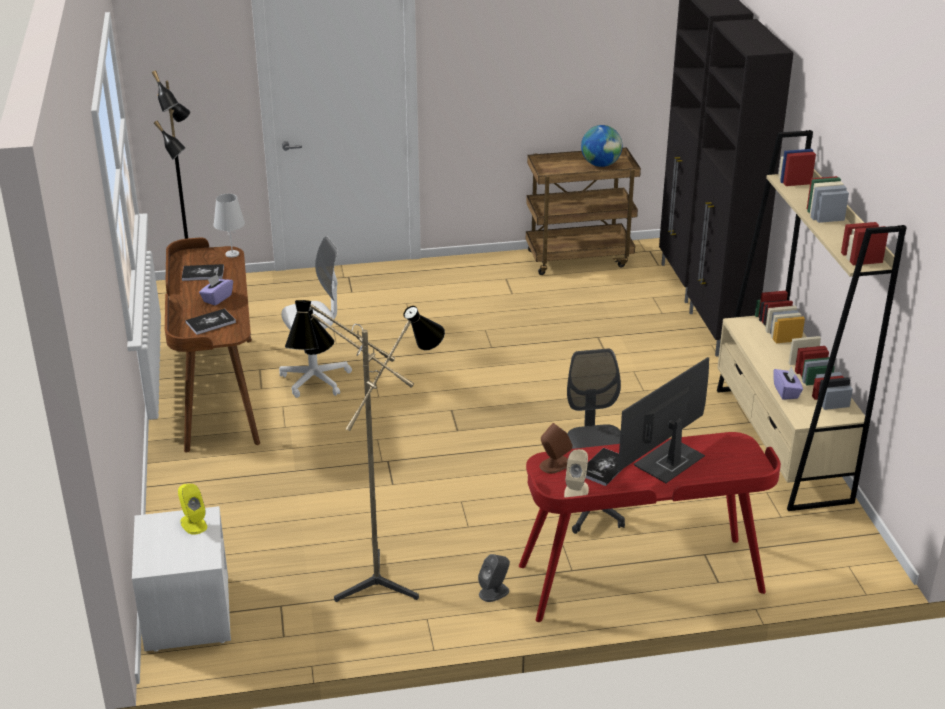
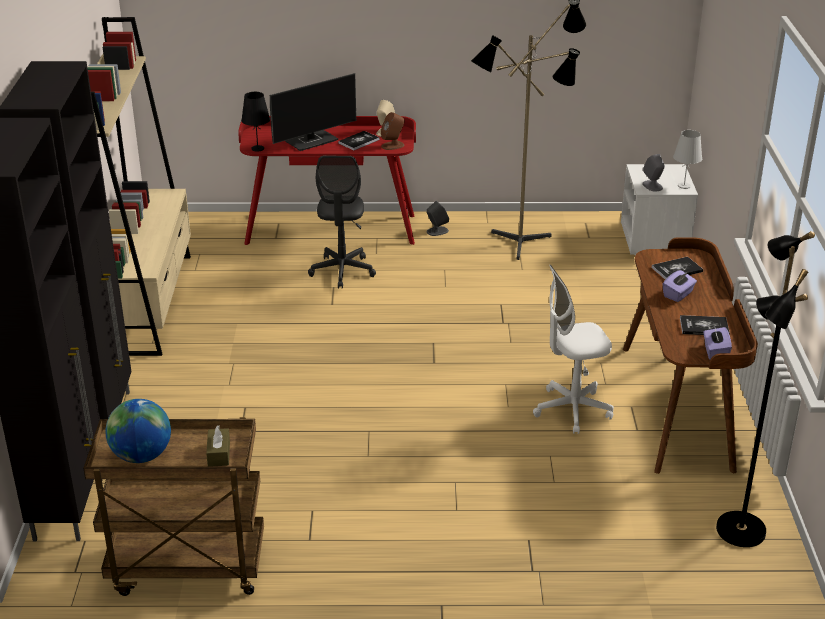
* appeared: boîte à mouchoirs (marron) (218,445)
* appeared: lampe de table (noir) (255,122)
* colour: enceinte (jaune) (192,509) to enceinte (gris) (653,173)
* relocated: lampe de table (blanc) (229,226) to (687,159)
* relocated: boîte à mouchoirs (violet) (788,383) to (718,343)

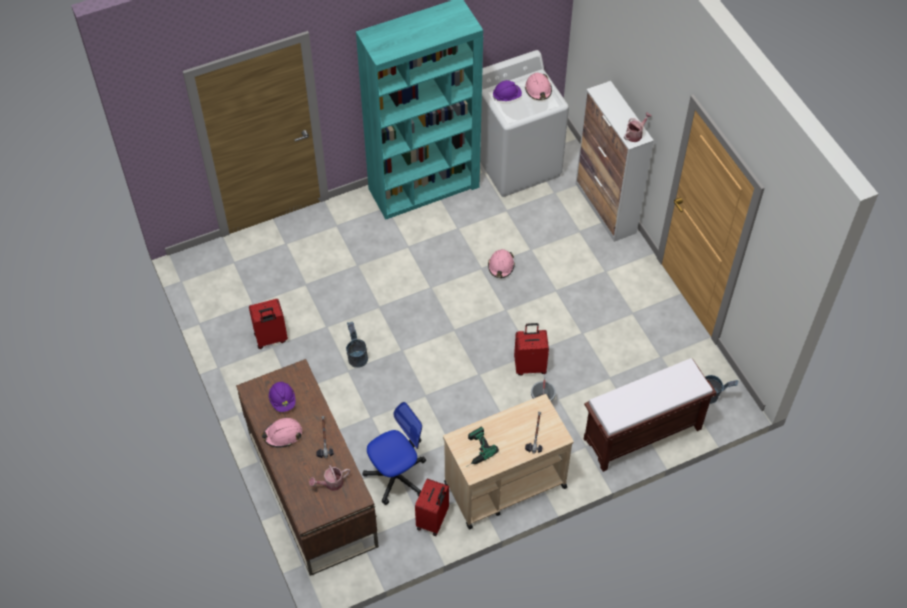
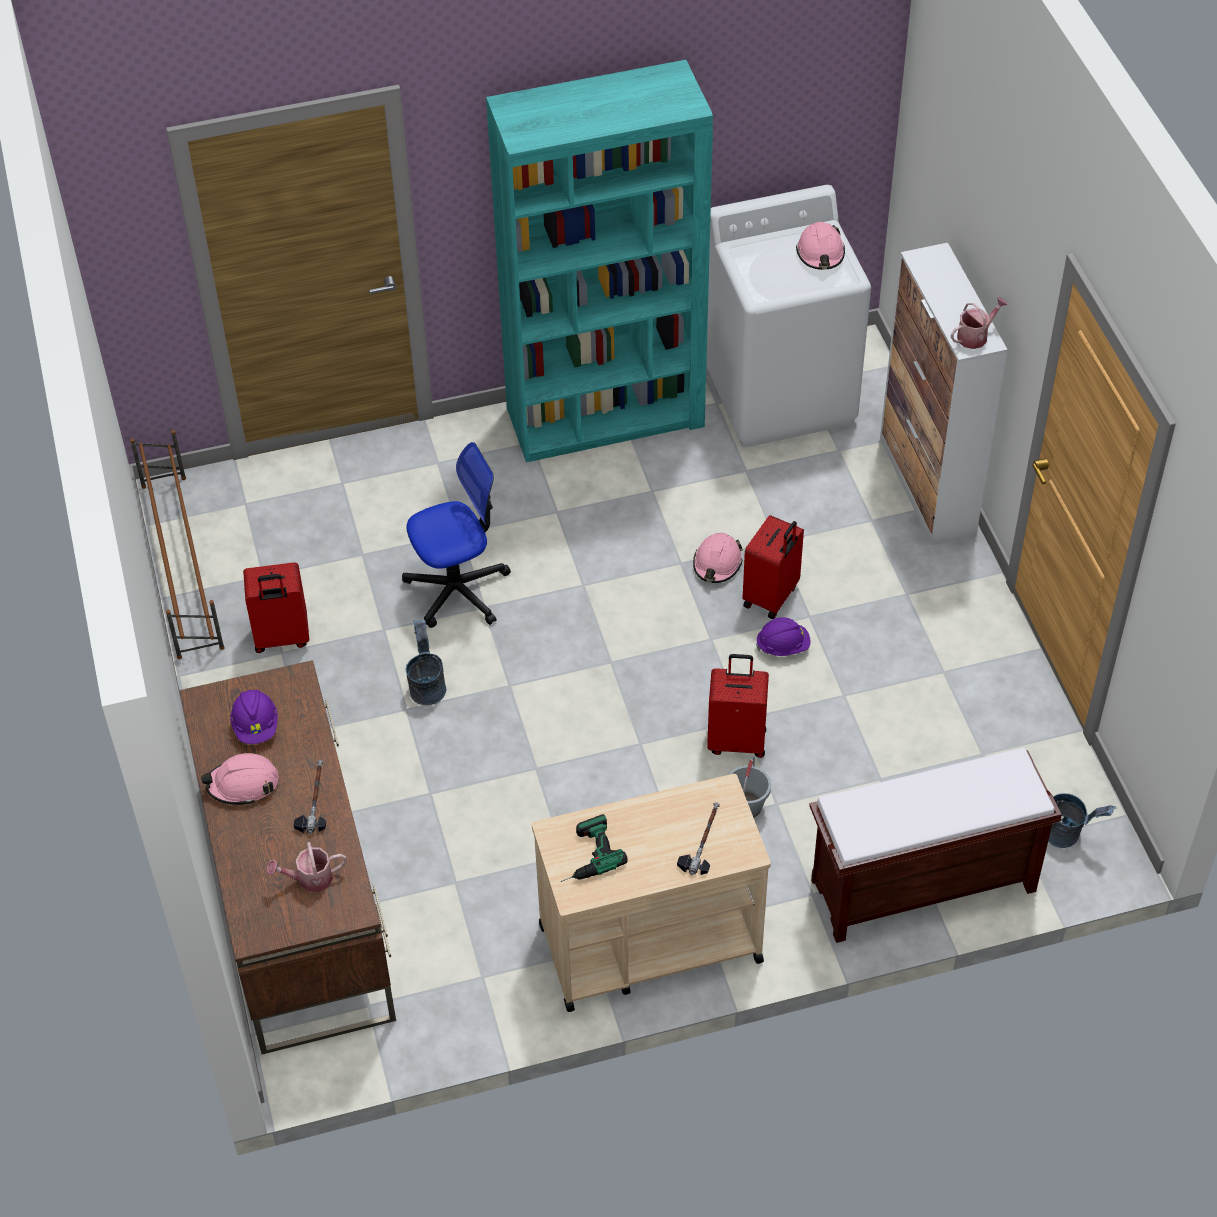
* appeared: étagère à chaussures (marron) (177,544)
* relocated: chaise de bureau (394,453) to (456,535)
* relocated: valise (rouge) (432,507) to (773,567)
* relocated: casque de chantier (violet) (507,90) to (783,636)

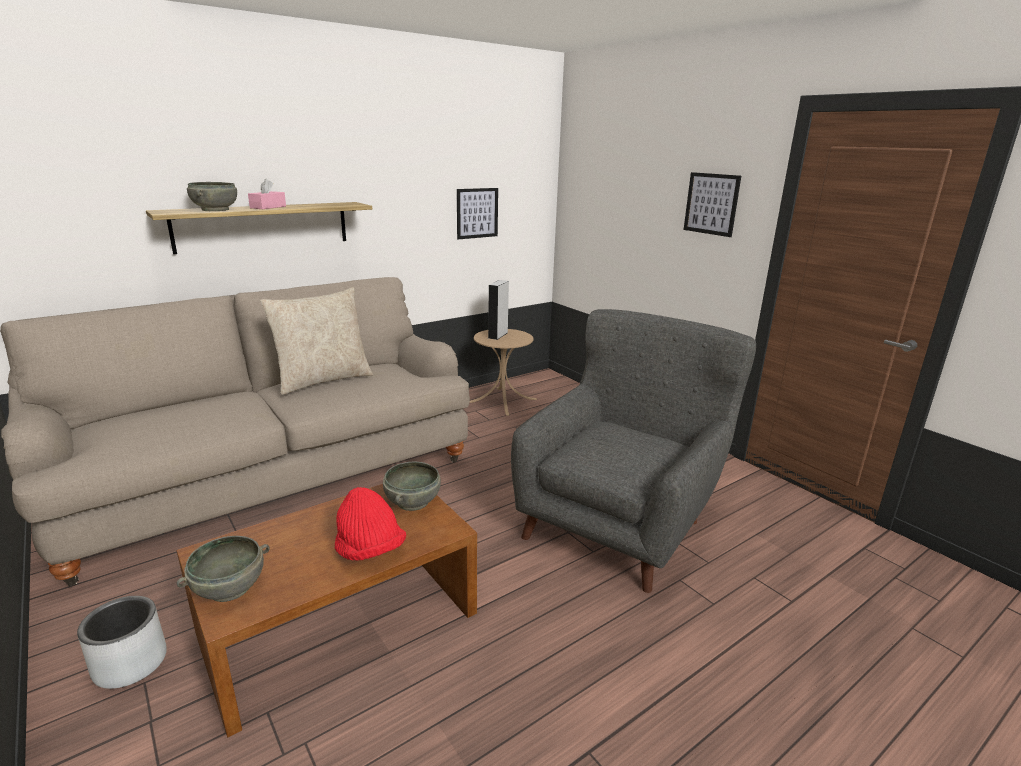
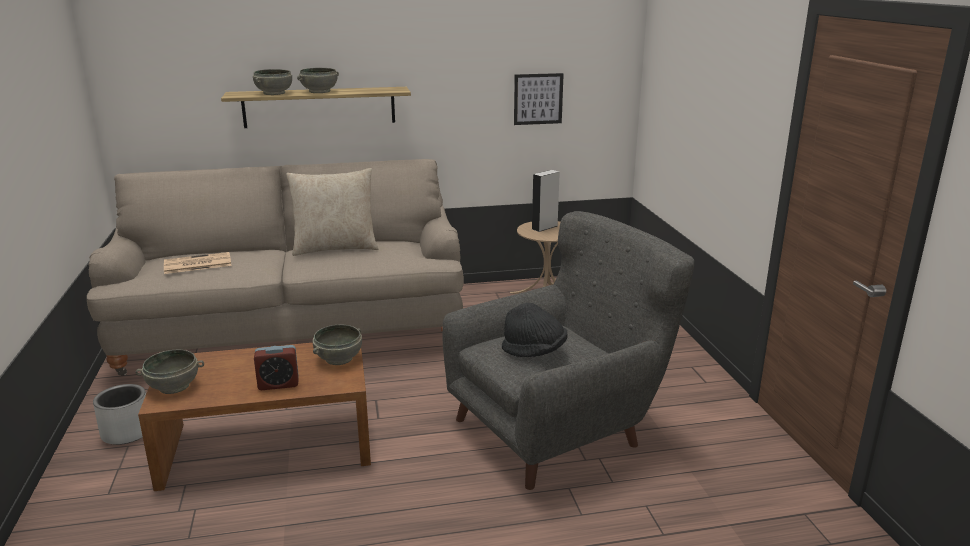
* appeared: journal (198,263)
* exchanged: chapeau (rouge) (370,524) to réveil (276,367)
* exchanged: boîte à mouchoirs (rose) (267,193) to bol (gris) (318,80)
* appeared: chapeau (noir) (535,330)
* missing: tableau (712,204)

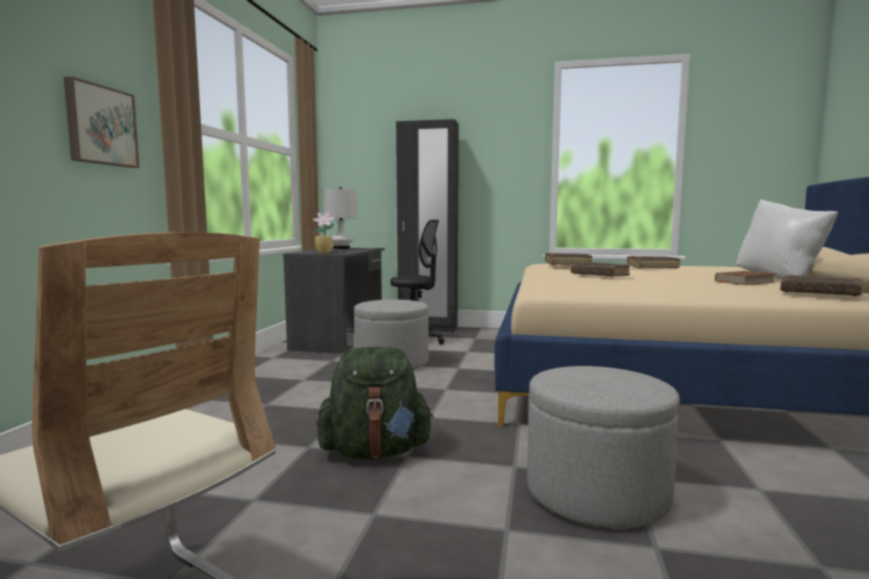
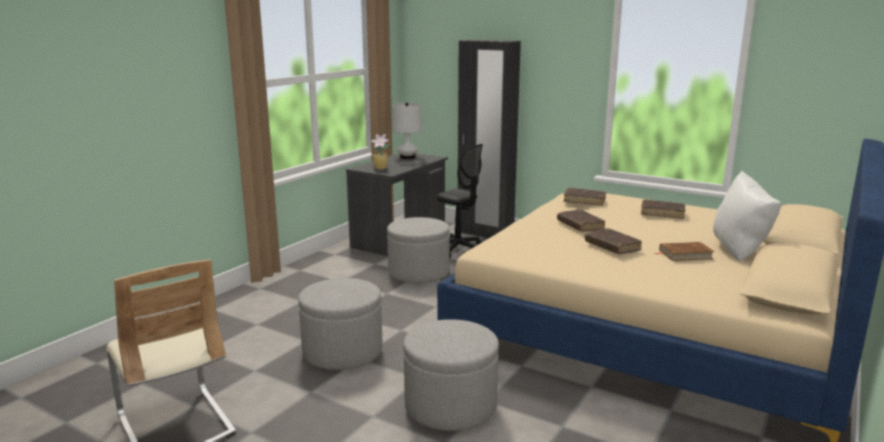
* exchanged: sac à dos (vert) (375,403) to pouf (gris) (340,324)
* relocated: livre (marron) (821,285) to (613,241)
* missing: tableau (101,122)

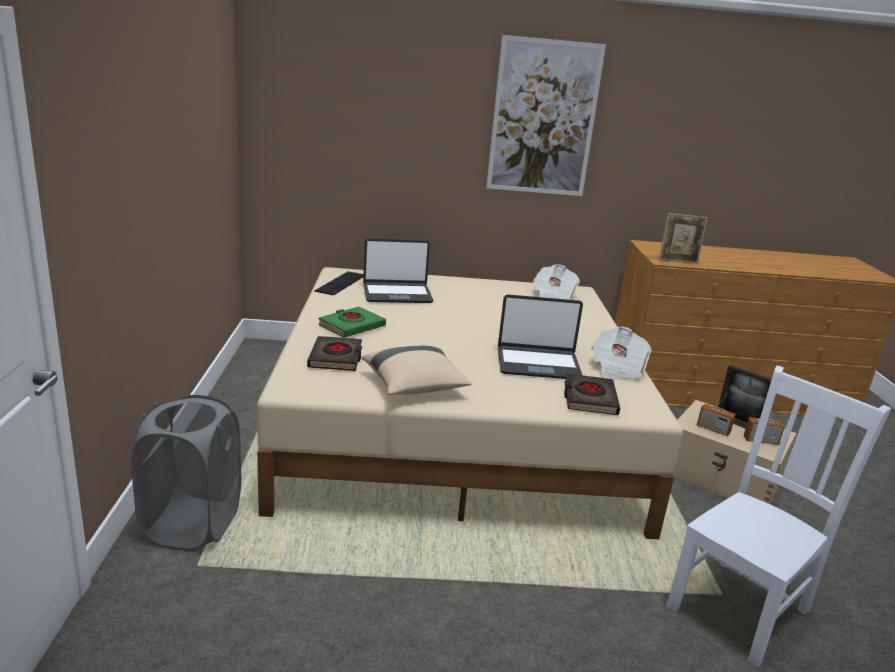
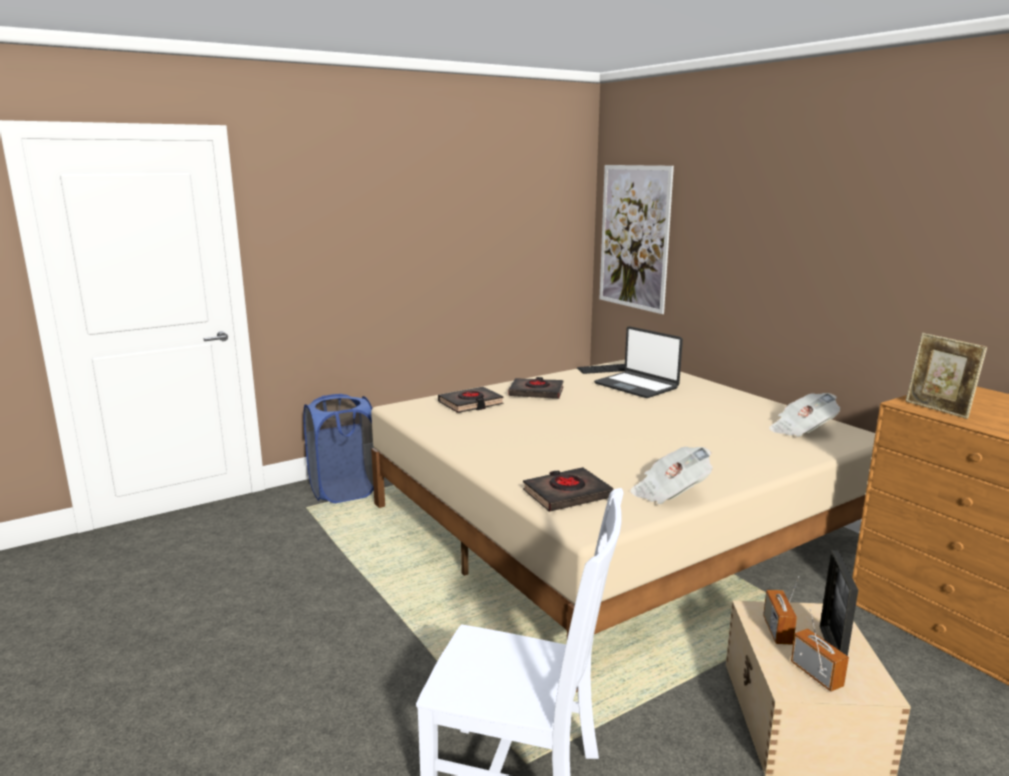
* colour: panier à linge (gris) (186,473) to panier à linge (bleu) (338,448)
* colour: livre (vert) (352,322) to livre (noir) (536,388)
* relocated: tableau (546,115) to (637,239)
* missing: coussin (beige) (417,370)
* missing: ordinateur portable (540,337)

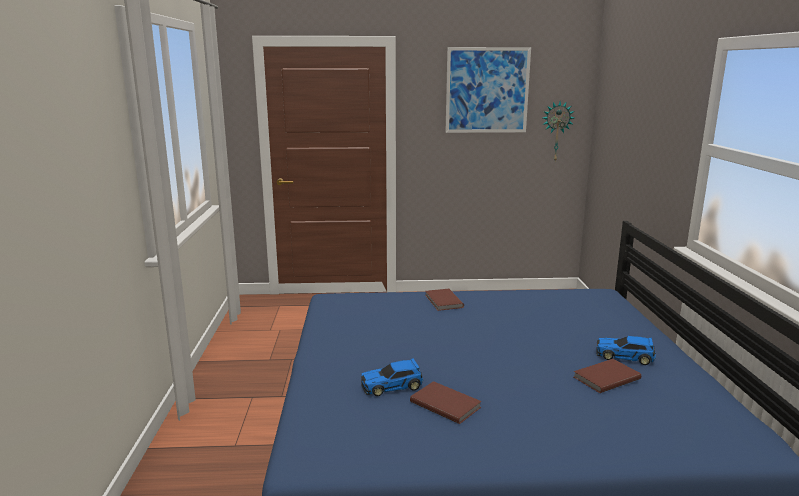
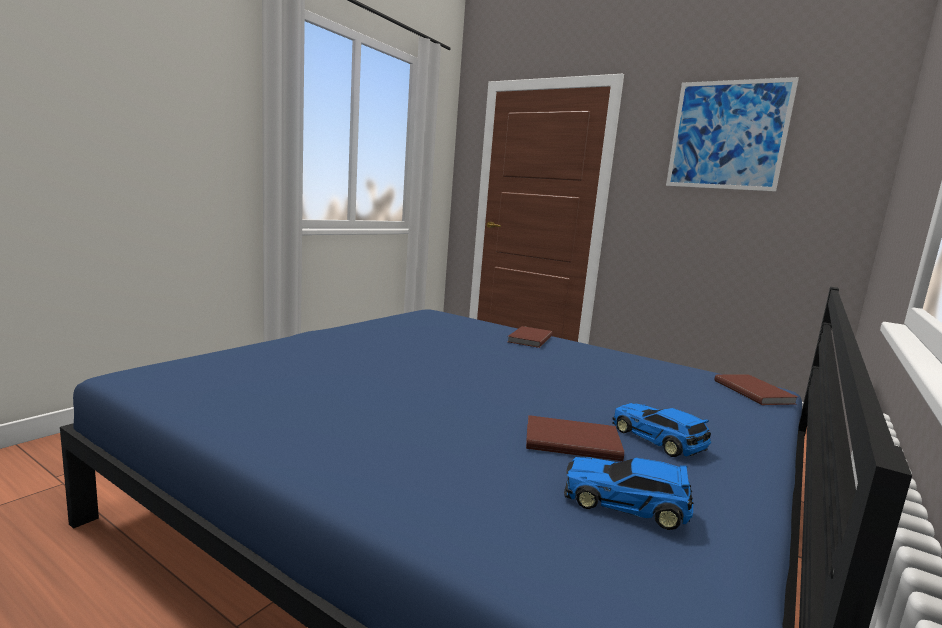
* relocated: petite voiture (392,377) to (629,493)
* relocated: livre (marron) (446,402) to (755,389)
* missing: horloge murale (558,131)

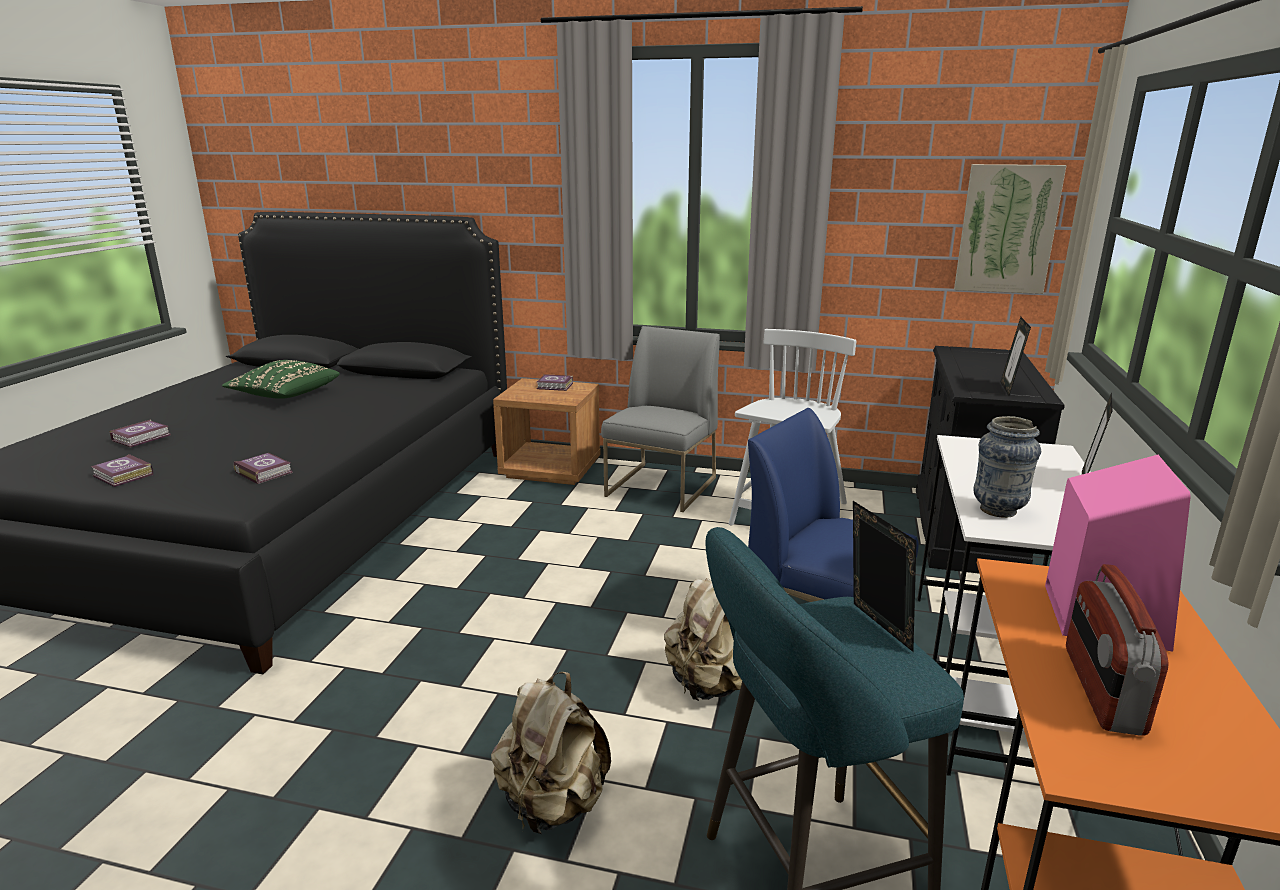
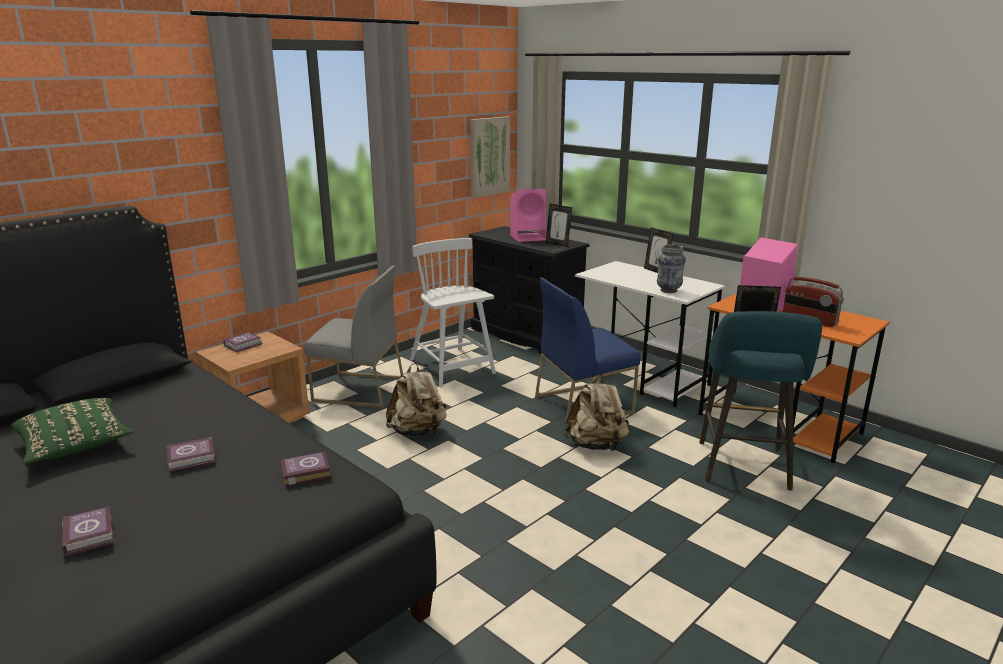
* relocated: livre (122,470) to (191,454)
* spun: chaise (gris) (660,419) = (354,336) 135 degrees clockwise
* relocated: sac à dos (beige) (551,753) to (416,399)
* appeared: enceinte (rose) (528,215)

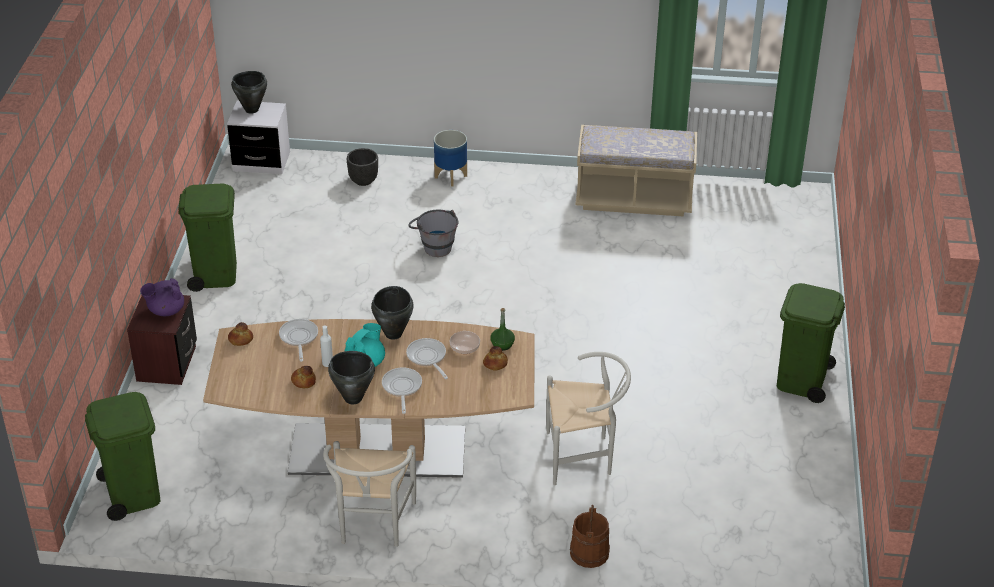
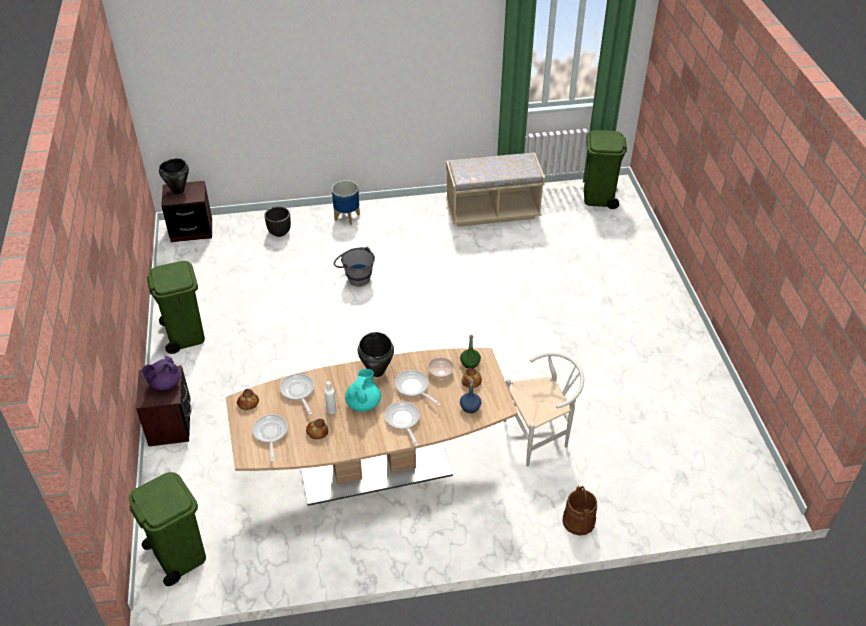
* colour: table de chevet (blanc) (258,137) to table de chevet (marron) (186,211)
* appeared: poêle (270,438)
* appeared: bouteille (bleu) (470,396)
* relocated: poubelle (vert) (811,343) to (605,169)
* missing: chaise (blanc) (369,494)
* missing: marmite (noir) (351,377)

